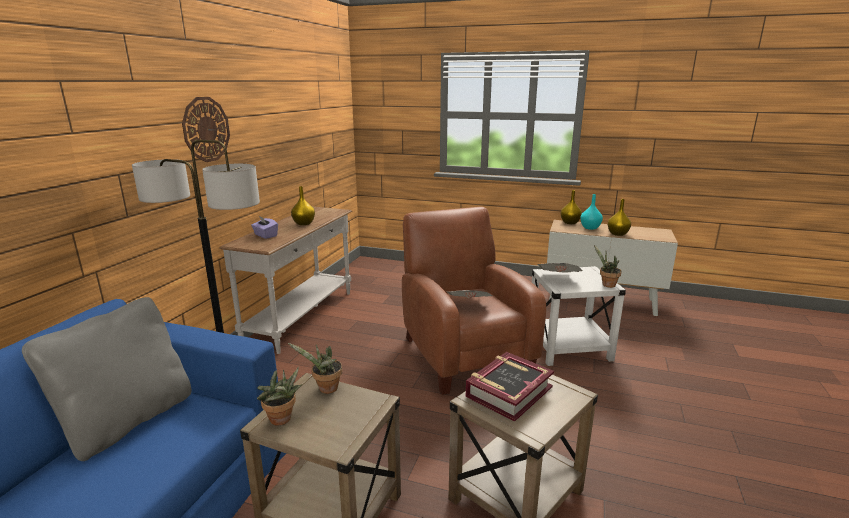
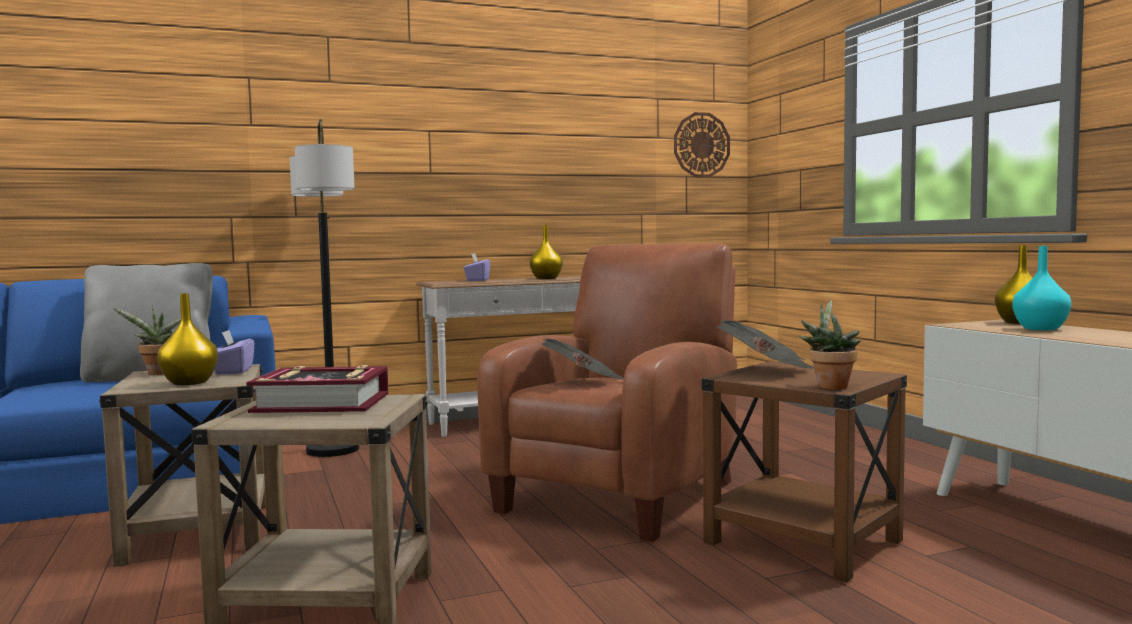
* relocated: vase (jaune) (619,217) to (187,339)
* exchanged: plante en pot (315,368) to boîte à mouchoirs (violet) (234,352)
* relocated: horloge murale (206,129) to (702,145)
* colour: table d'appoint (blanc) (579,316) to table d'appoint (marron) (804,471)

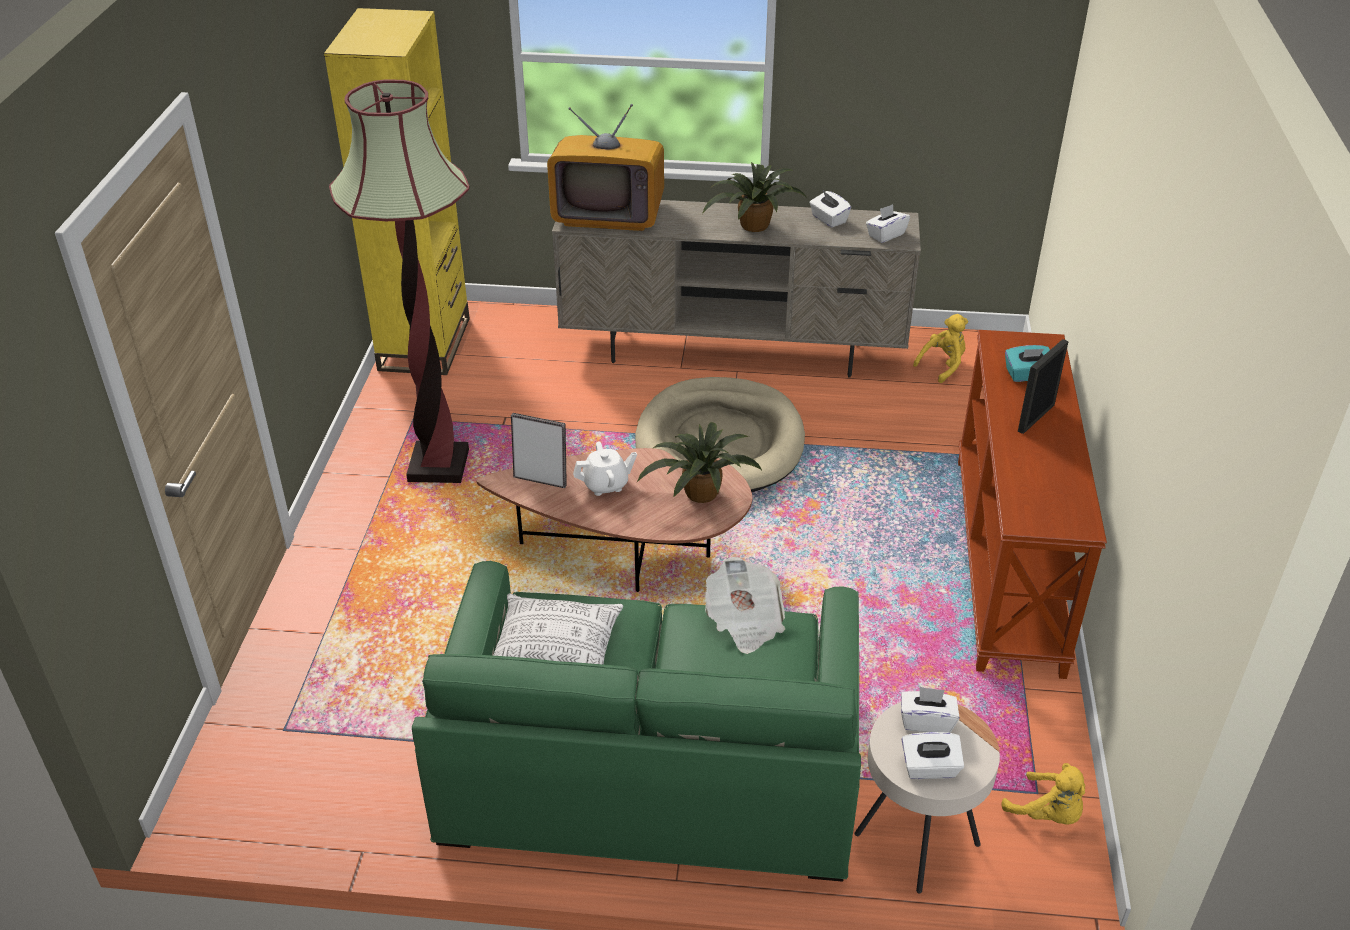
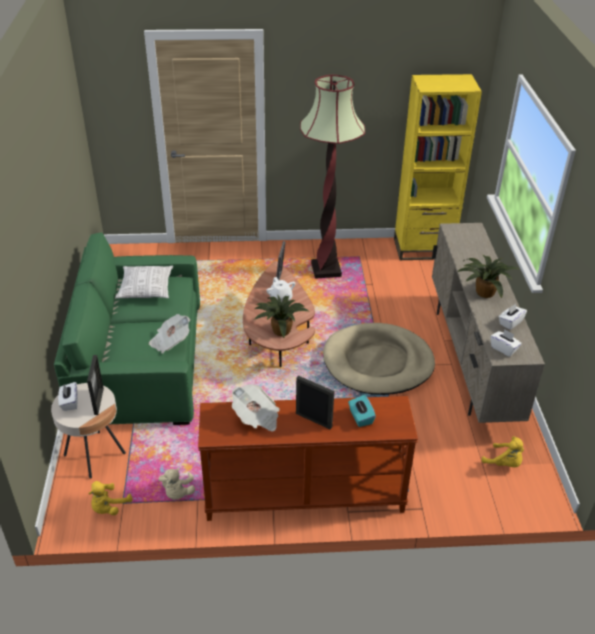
* exchanged: boîte à mouchoirs (blanc) (930,710) to cadre photo (95,385)
* appeared: peluche (beige) (177,484)
* appeared: journal (256,407)
* missing: téléviseur (605,167)

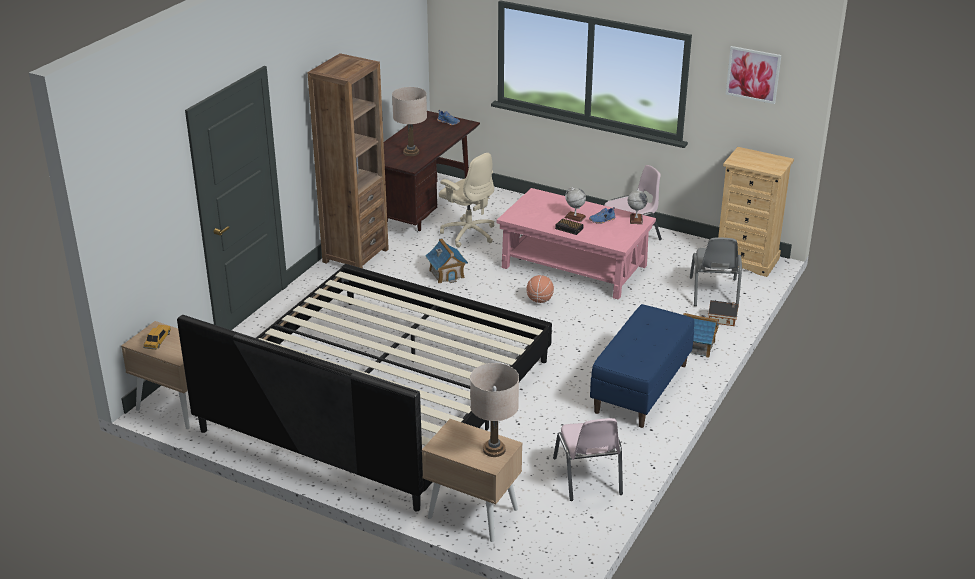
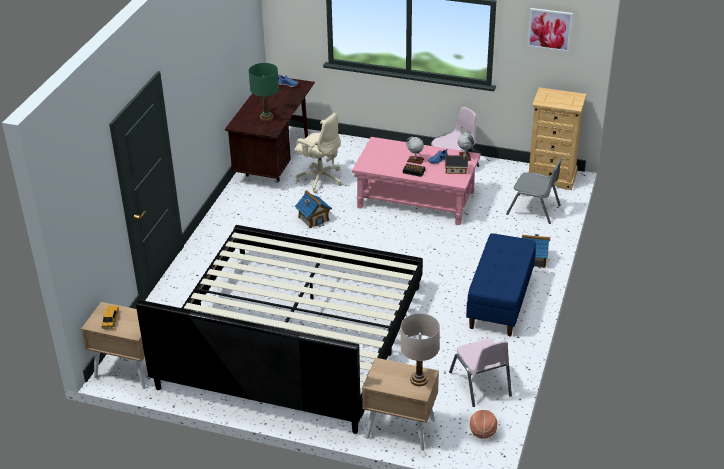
* colour: lampe de table (beige) (409,121) to lampe de table (vert) (264,92)
* relocated: maison miniature (723,313) to (456,164)
* relocated: ballon de basket (540,289) to (483,424)
* spun: chaise (gris) (716,273) = (534,191) 60 degrees counterclockwise
* missing: bibliothèque (marron) (348,161)

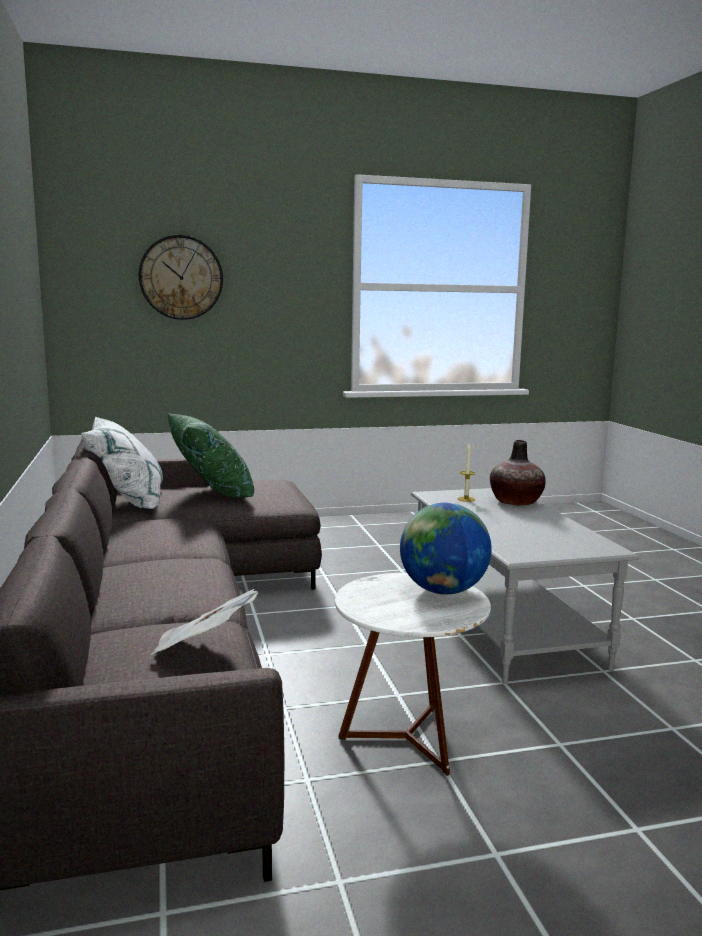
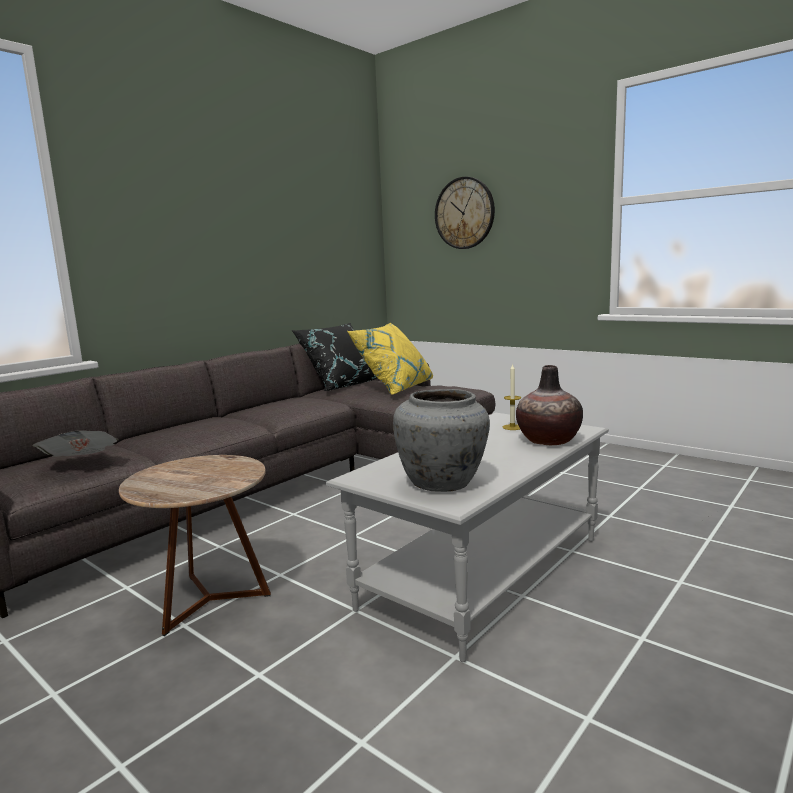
* colour: table d'appoint (blanc) (413,674) to table d'appoint (marron) (195,545)
* colour: coussin (blanc) (122,463) to coussin (noir) (334,357)
* colour: coussin (vert) (210,455) to coussin (jaune) (390,359)
* appeared: vase (gris) (441,440)
* missing: globe (445,549)

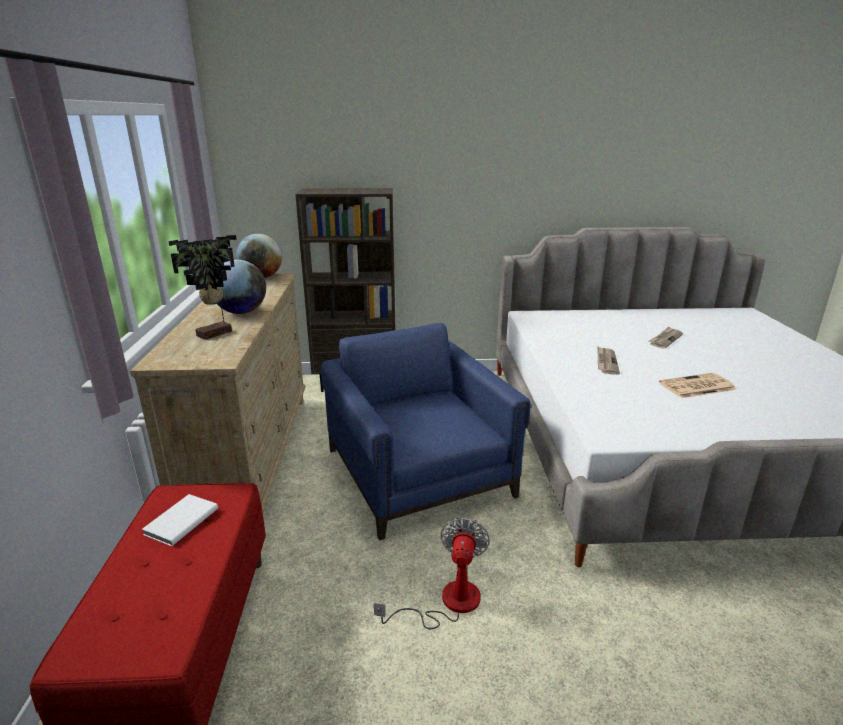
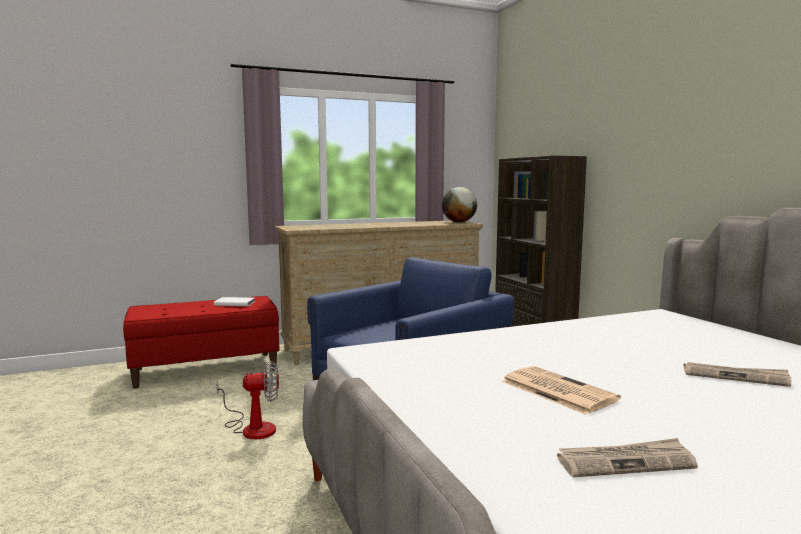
* relocated: journal (609,361) to (627,457)
* missing: plante en pot (202,287)
* missing: globe (241,287)

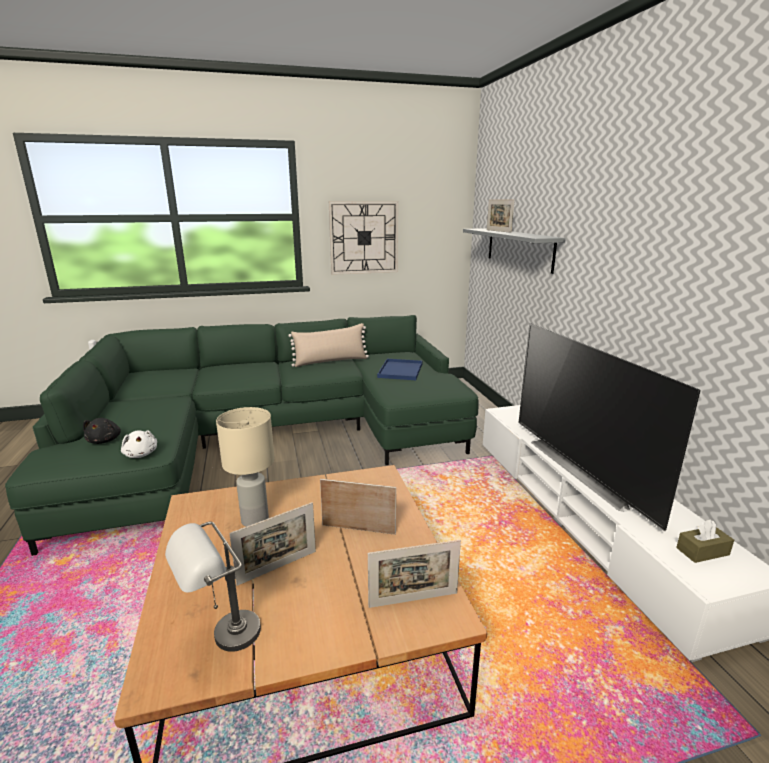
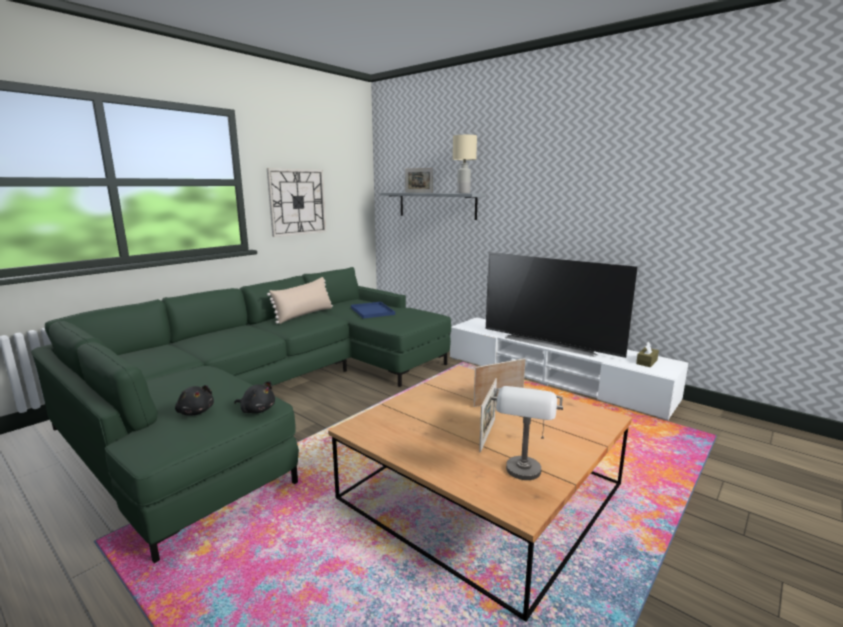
* colour: peluche (blanc) (139,444) to peluche (noir) (254,397)
* relocated: lampe de table (beige) (245,467) to (465,164)
* missing: cadre photo (414,574)

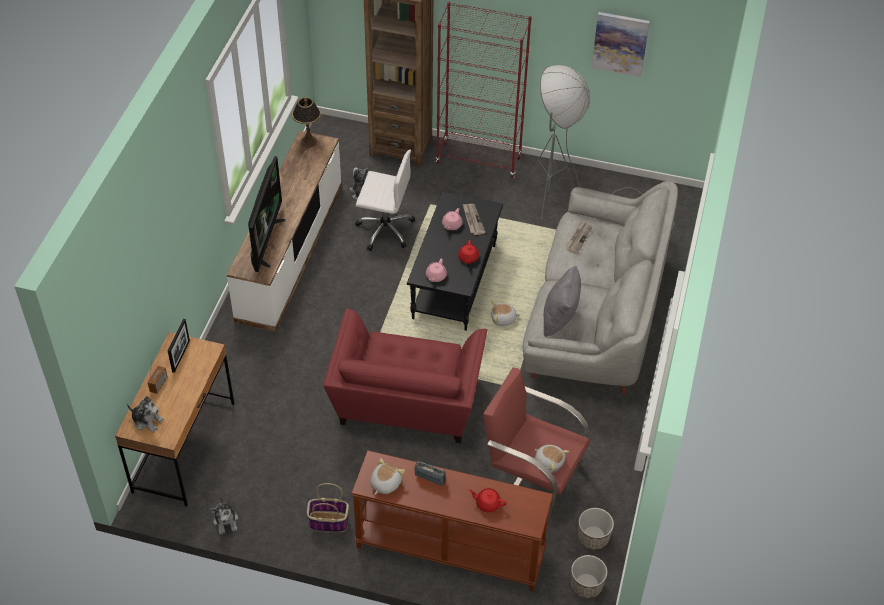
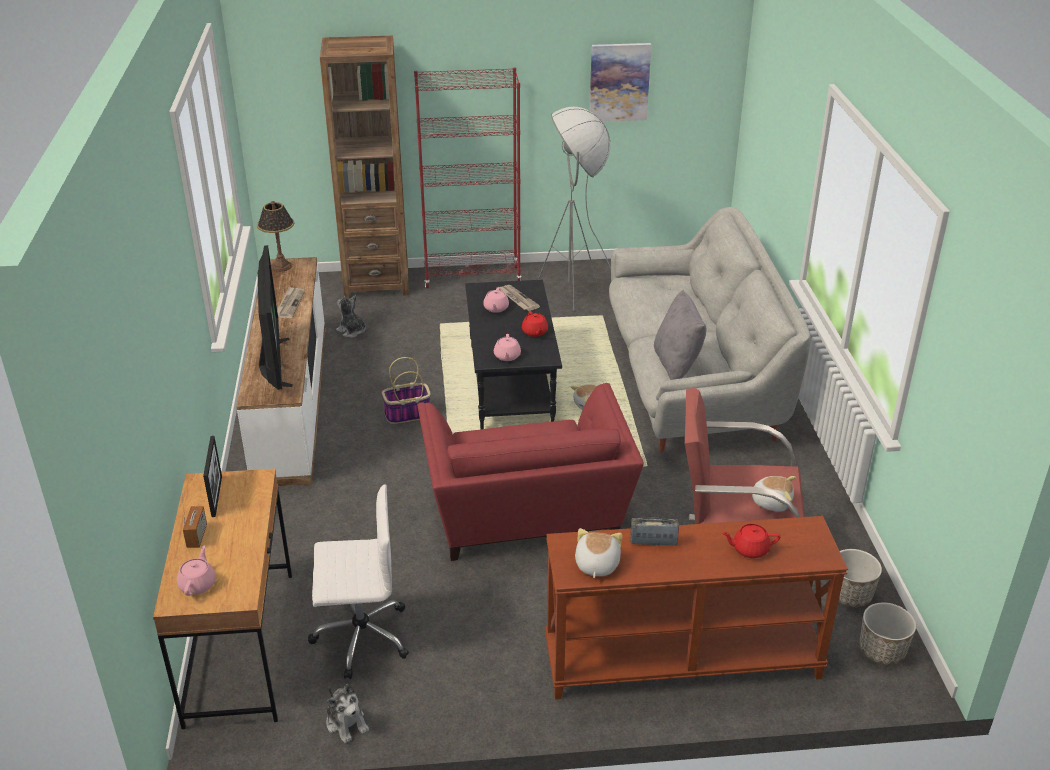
* exchanged: peluche (145,414) to théière (rose) (196,571)
* relocated: journal (578,237) to (291,302)
* relocated: chaise de bureau (blanc) (385,200) to (358,581)
* relocated: panier (328,507) to (406,390)

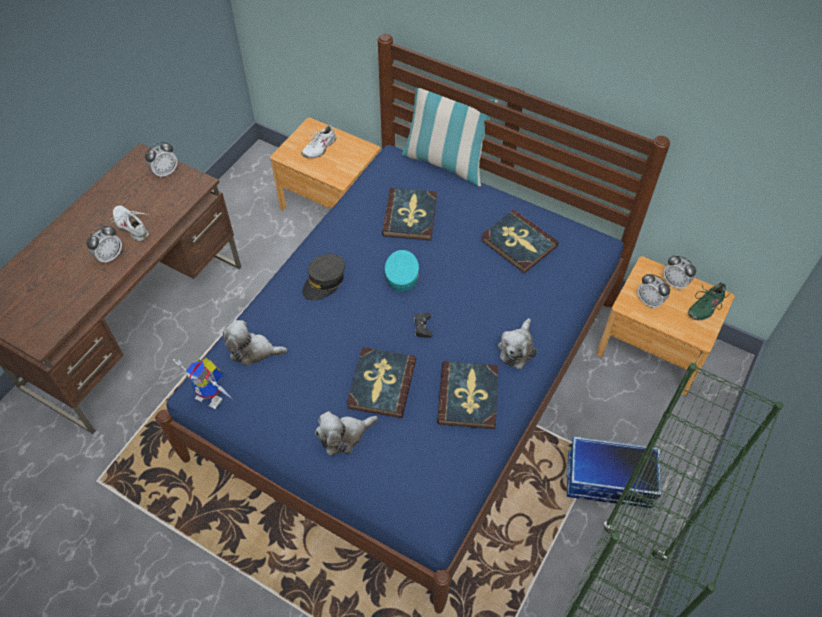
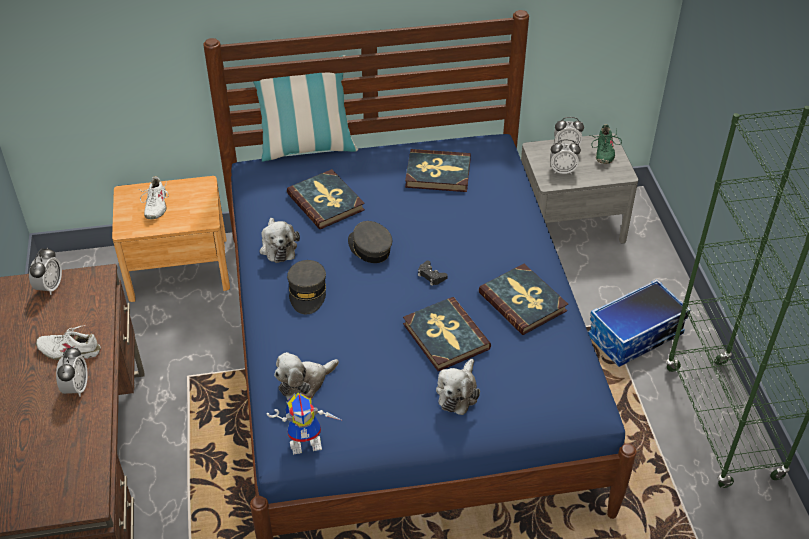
* relocated: peluche (517,343) to (280,240)
* colour: casquette (turquoise) (402,271) to casquette (gris) (370,242)
* colour: table de chevet (marron) (666,325) to table de chevet (gris) (579,188)

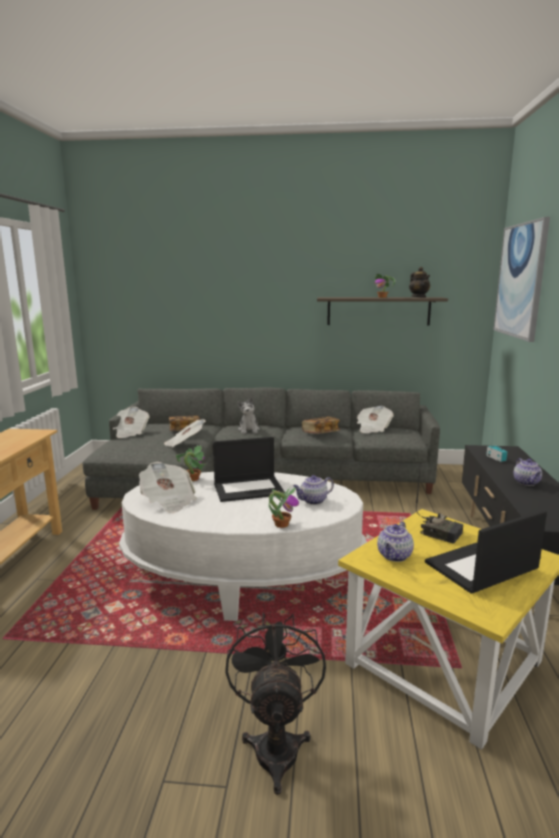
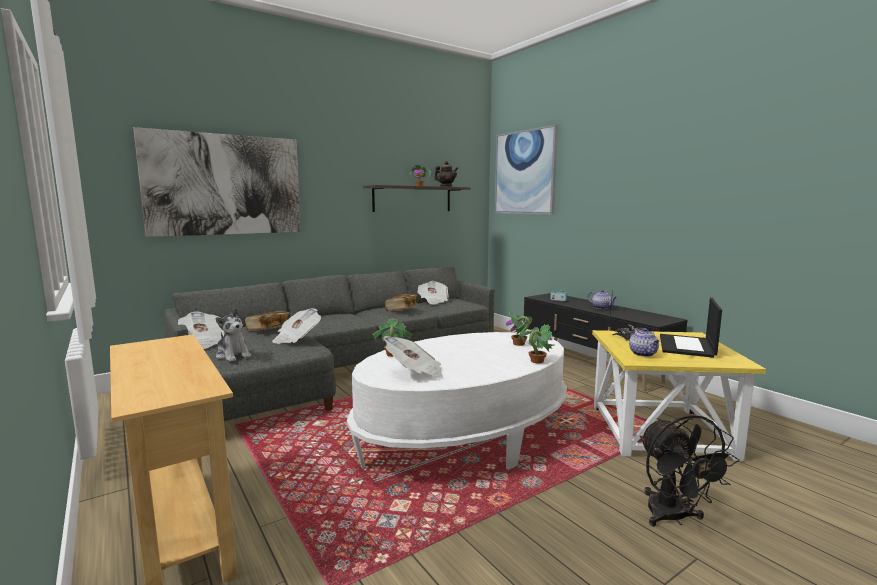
* appeared: tableau (217,182)
* relocated: peluche (248,415) to (233,335)
* exchanged: théière (313,490) to plante en pot (519,329)
* spun: ventilateur (noir) (276,704) = (689,470) 150 degrees counterclockwise
* missing: ordinateur portable (249,469)

